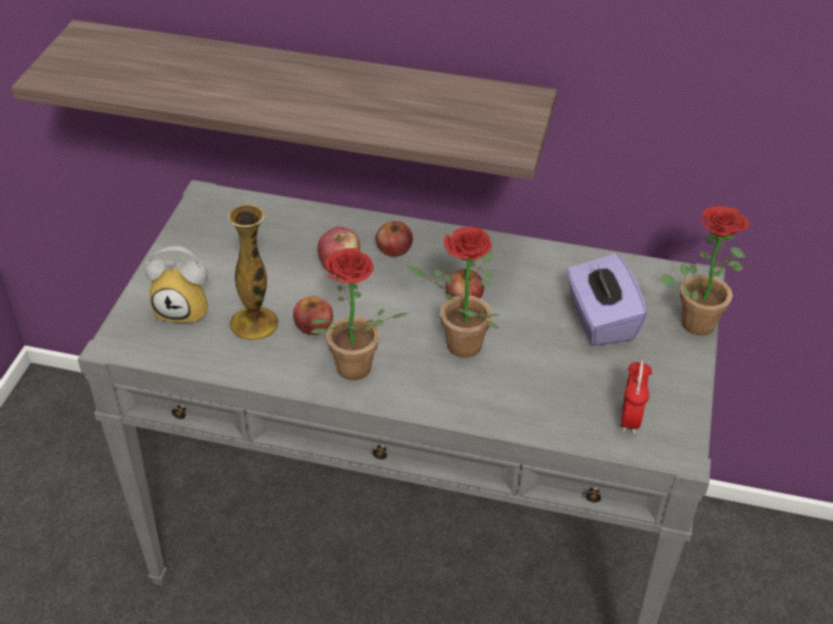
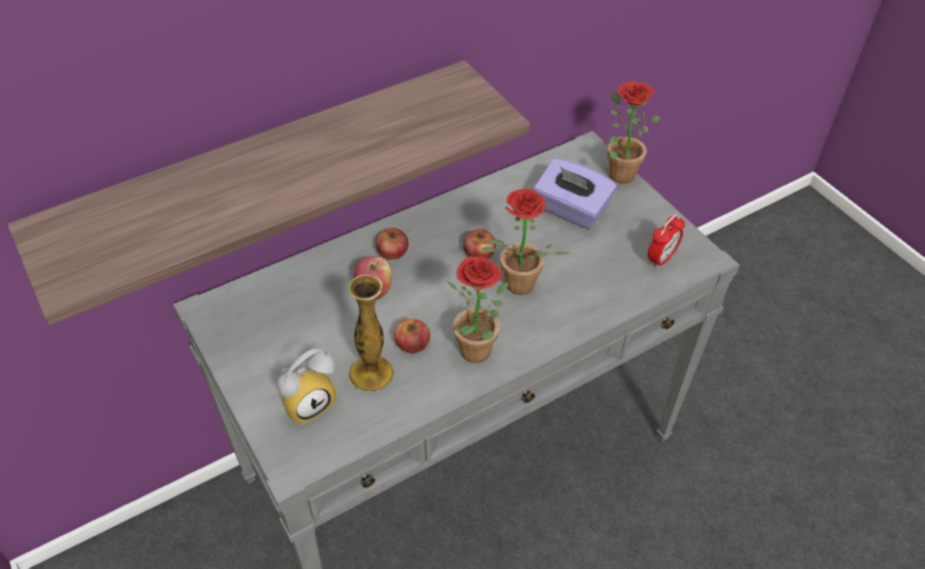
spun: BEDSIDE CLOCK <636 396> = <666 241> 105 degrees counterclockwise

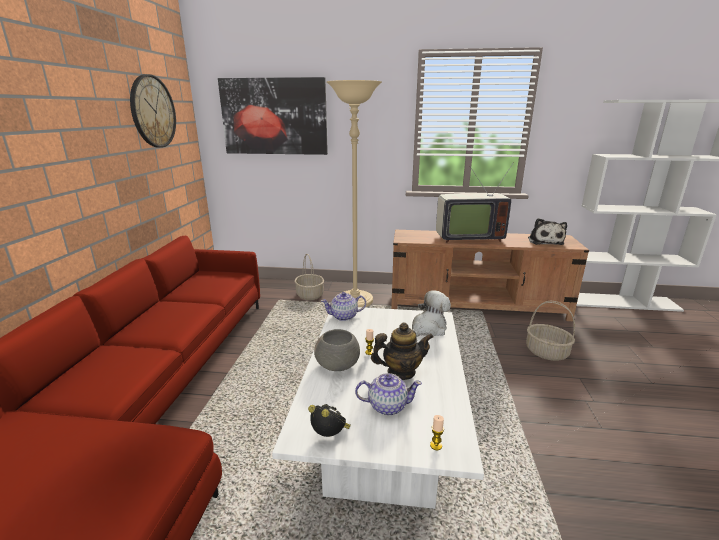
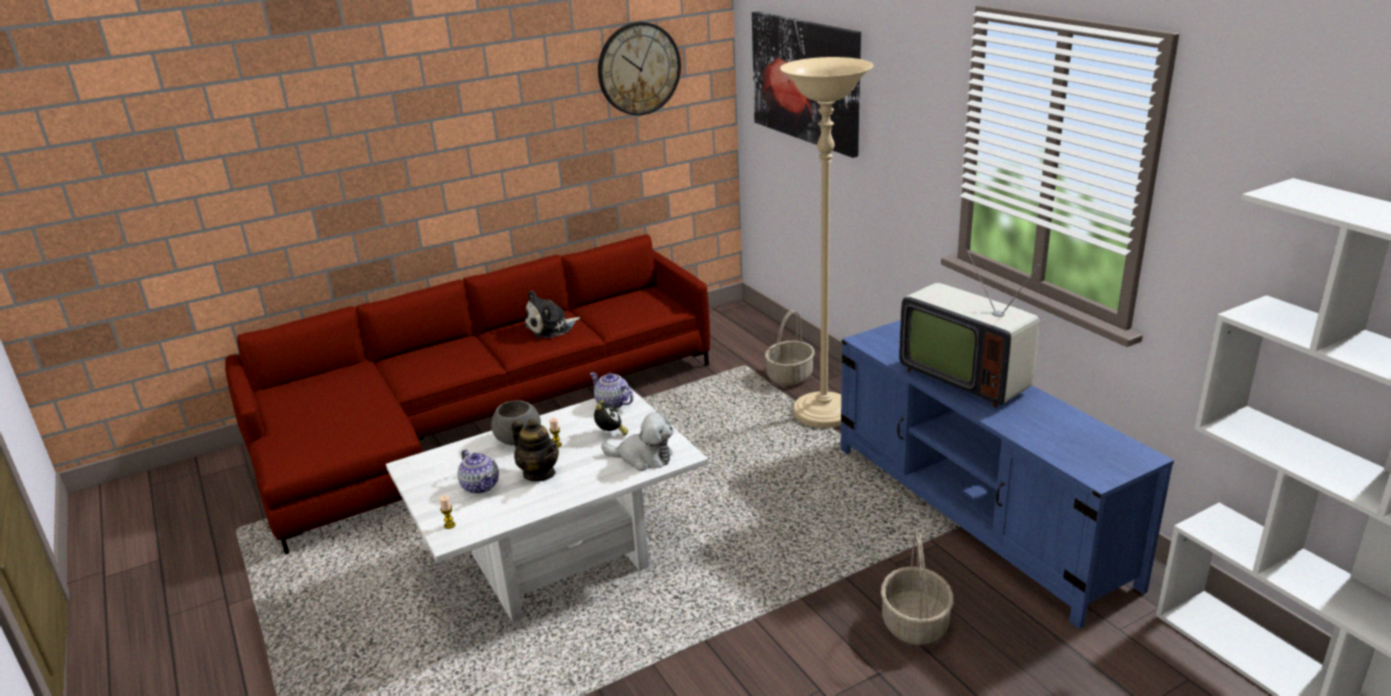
relocated: BEDSIDE CLOCK <329 420> to <611 418>; PLUSH TOY <547 231> to <552 314>
colour: BROWNISH TV STAND <490 275> to BLUISH TV STAND <1007 474>

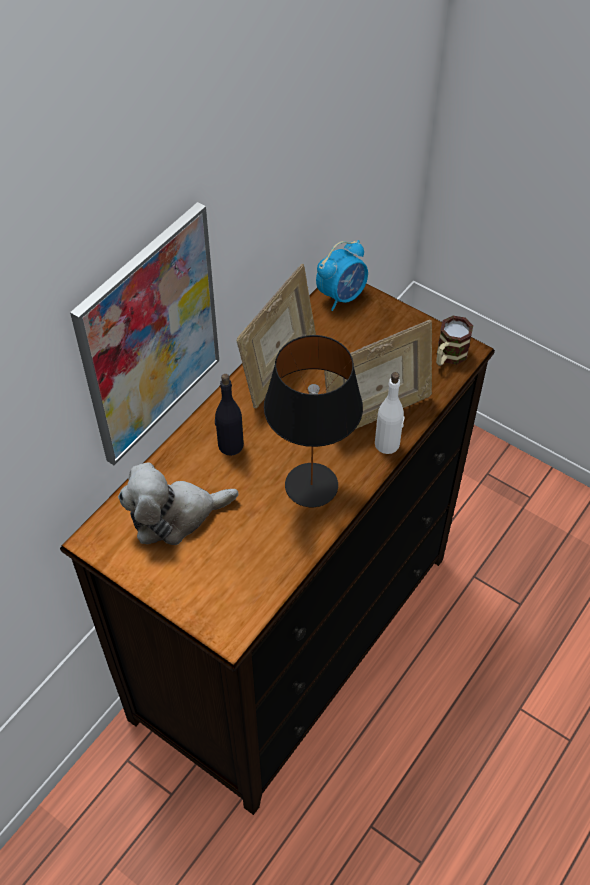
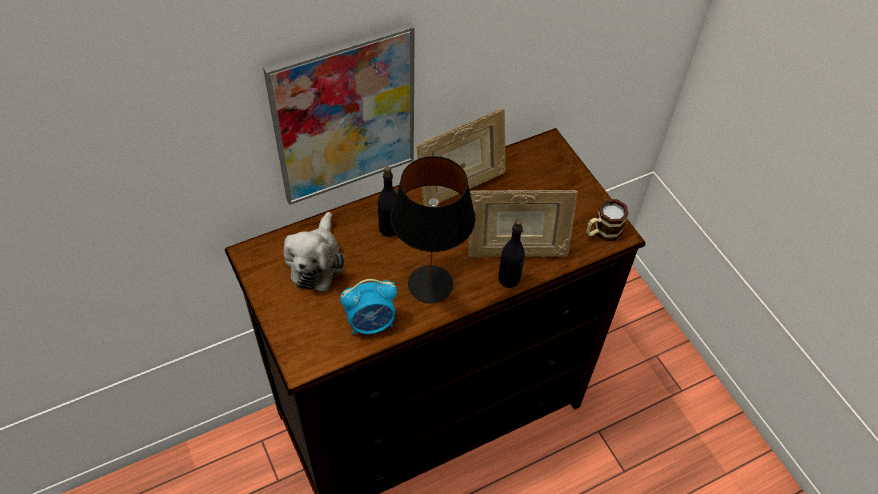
relocated: BEDSIDE CLOCK <342 275> to <368 307>
colour: WHITE BOTTLE <390 413> to BLACKISH BOTTLE <511 253>
spun: PLUSH TOY <178 503> = <314 251> 90 degrees counterclockwise

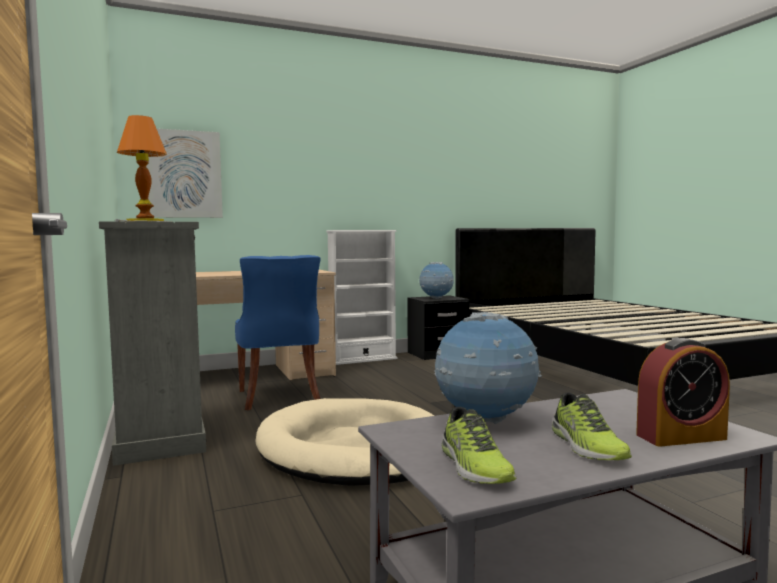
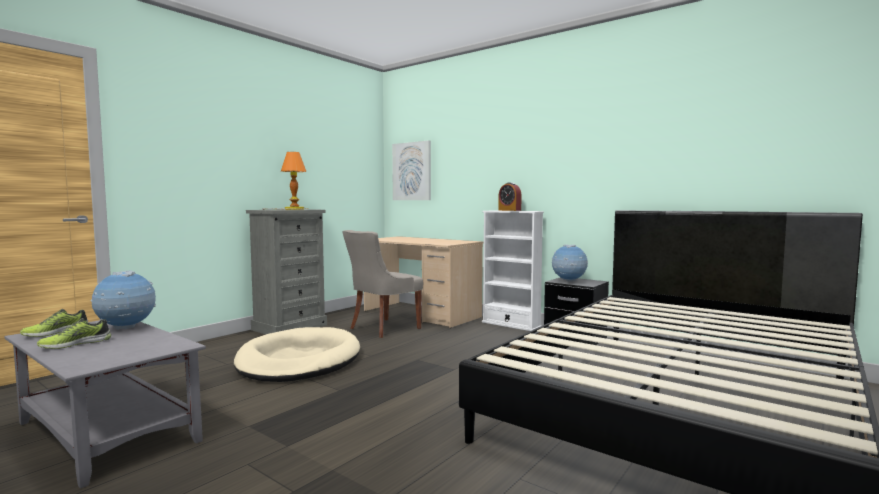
relocated: BEDSIDE CLOCK <683 392> to <509 196>
colour: BLUISH UPRIGHT CHAIR <277 332> to GRAY UPRIGHT CHAIR <382 284>

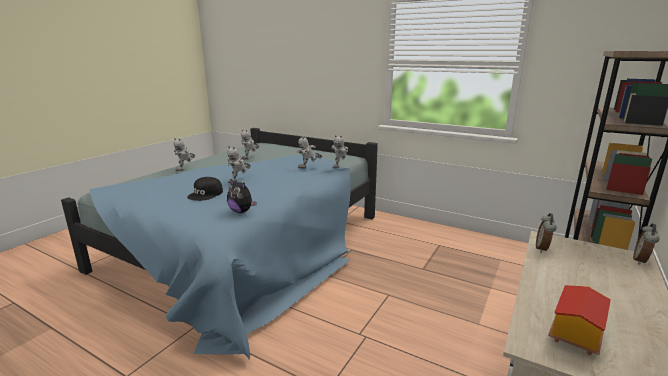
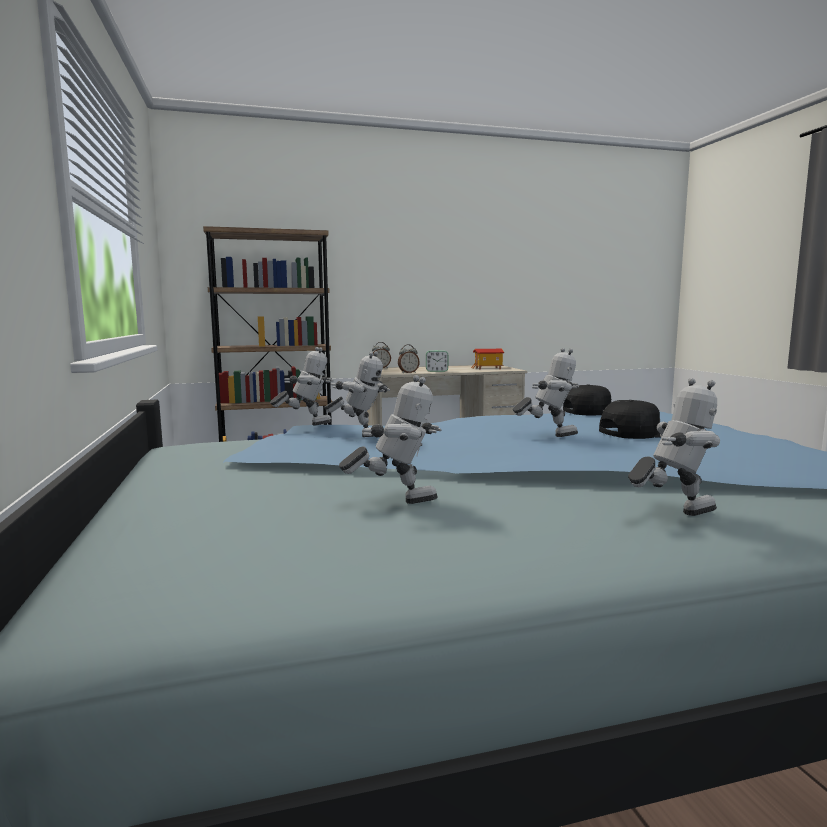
appeared: BEDSIDE CLOCK <437 361>
exchanged: PLUSH TOY <241 196> to BLACKISH BASEBALL CAP <587 399>

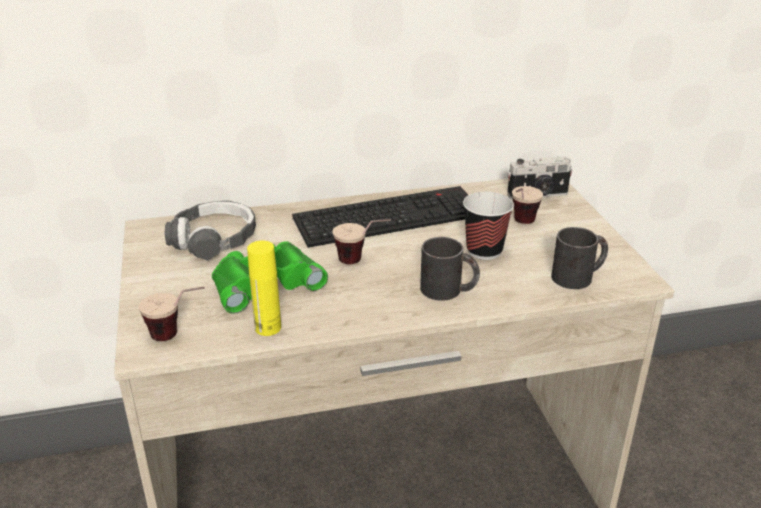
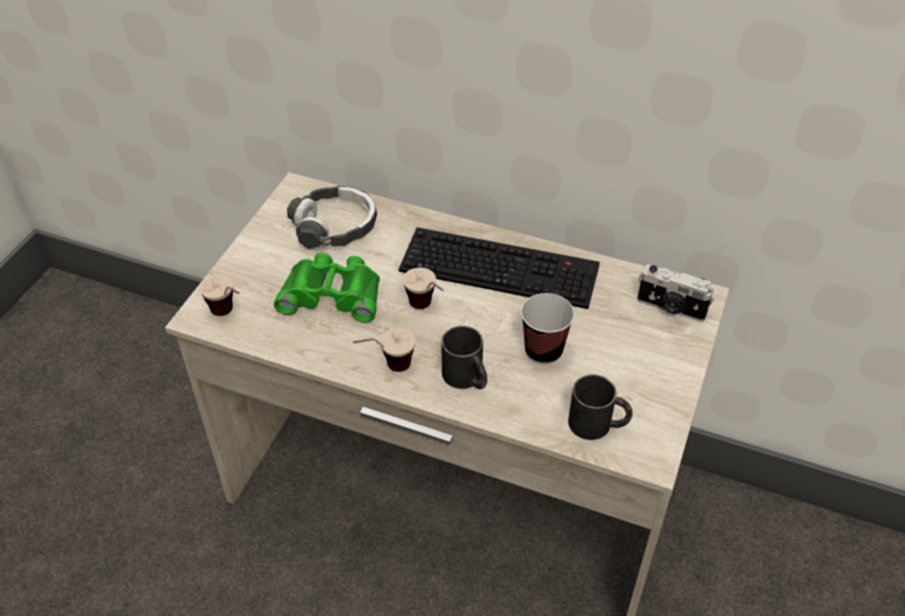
missing: YELLOW-COLOURED BOTTLE <264 288>
relocated: DRINKING CUP <527 205> to <384 350>

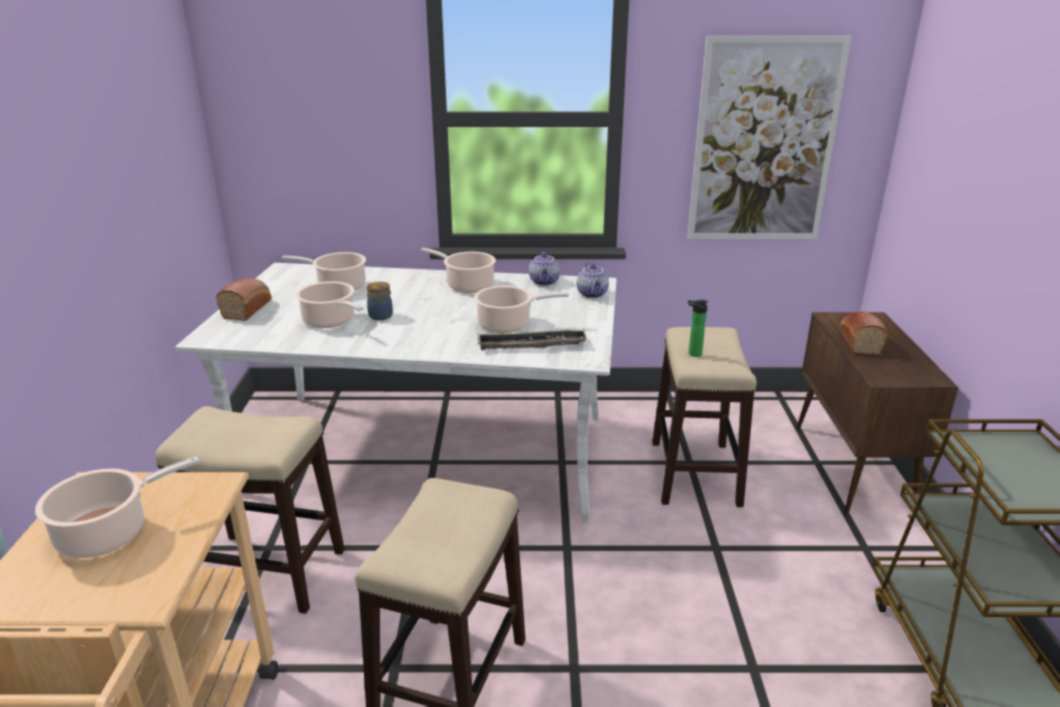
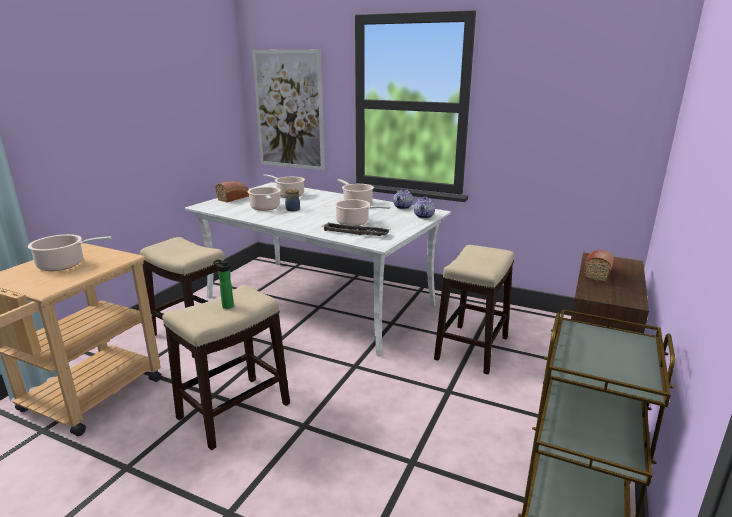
relocated: WALL ART <769 137> to <288 109>; BOTTLE <698 328> to <223 284>

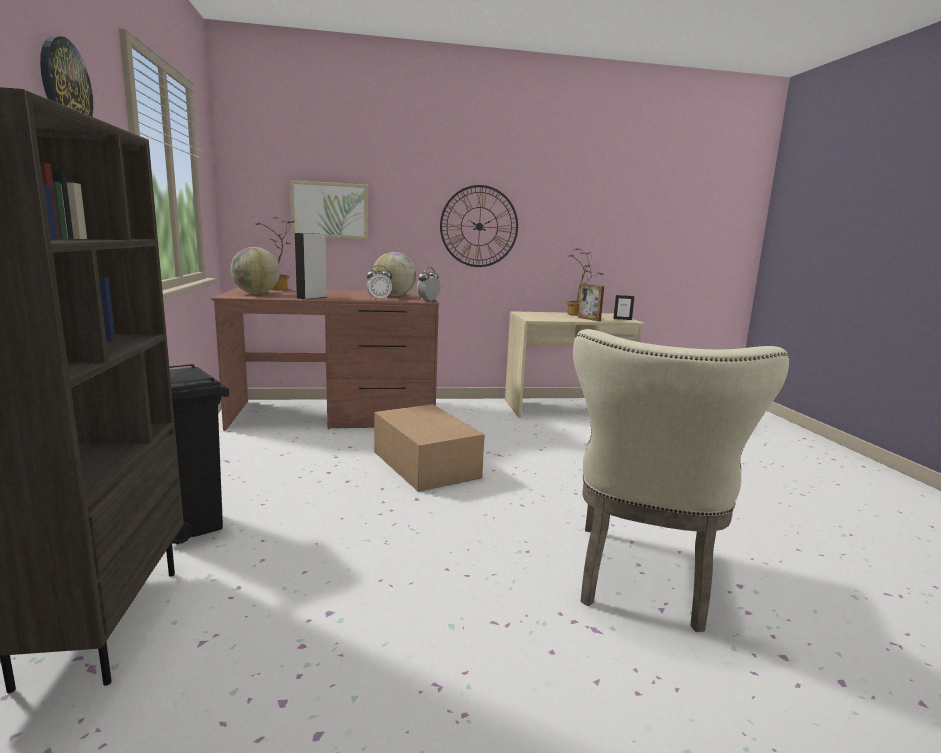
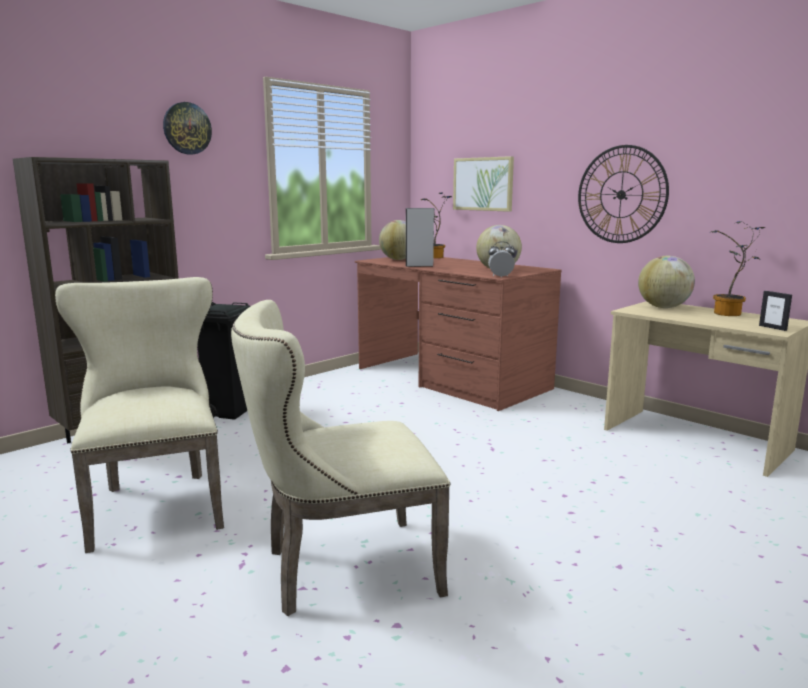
missing: BEDSIDE CLOCK <379 282>; CARDBOARD BOX <429 448>; STANDING FRAME <591 302>
appeared: BEIGE-COLOURED UPRIGHT CHAIR <139 415>; GLOBE <666 282>

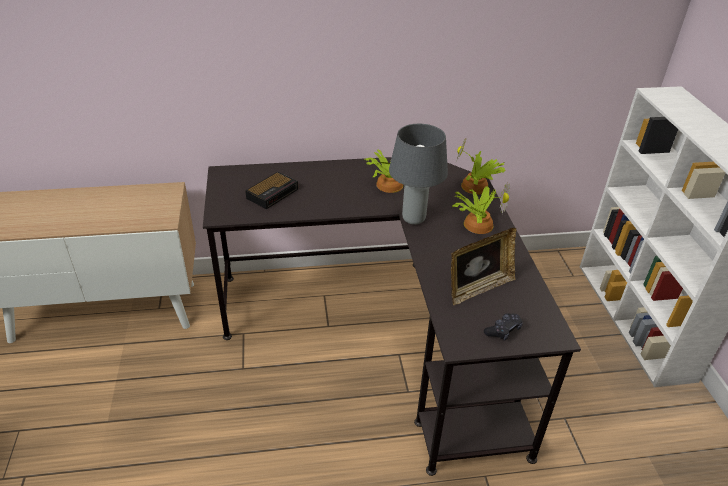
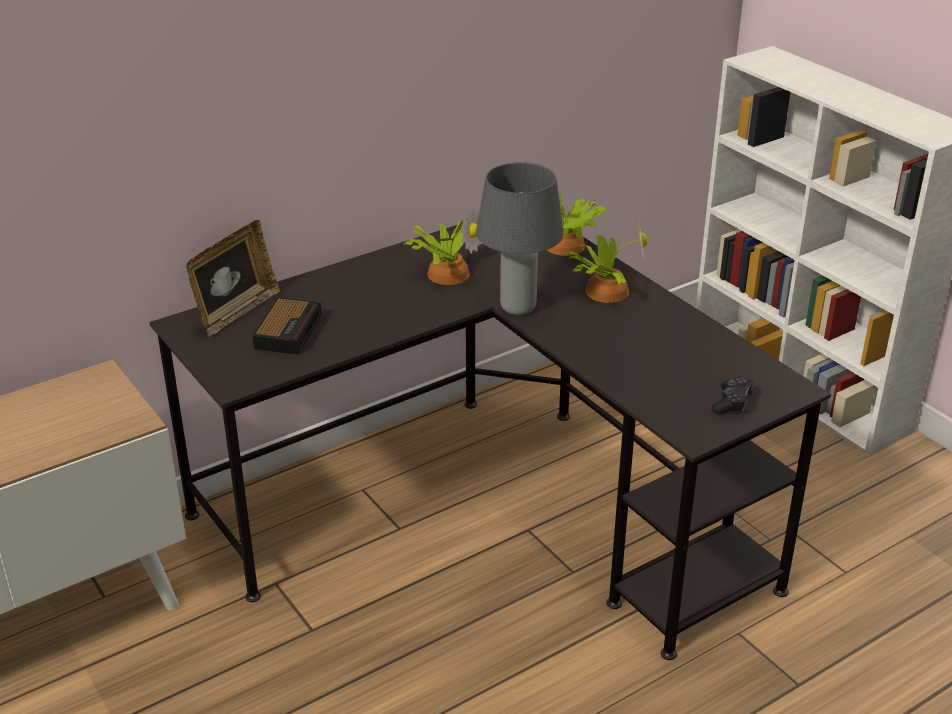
relocated: STANDING FRAME <483 266> to <233 278>

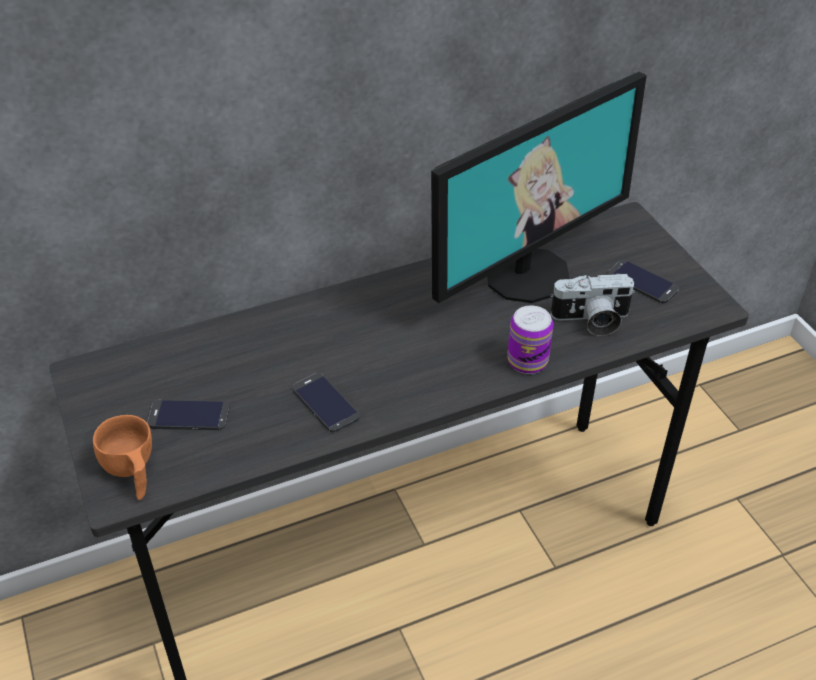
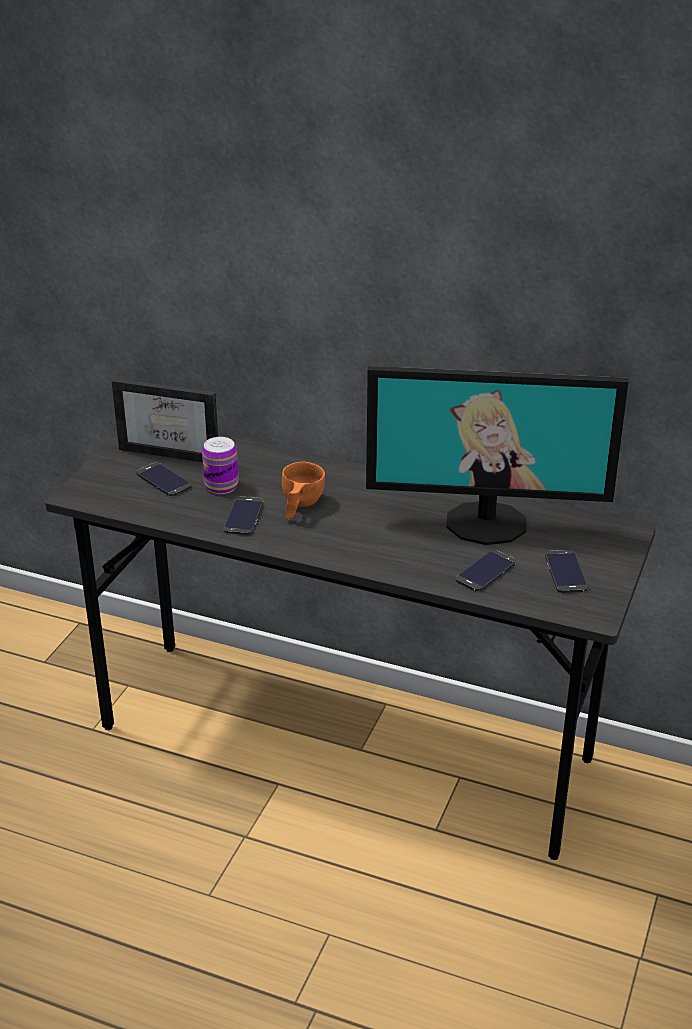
appeared: STANDING FRAME <165 420>
relocated: ORANGE DRINKING CUP <122 457> to <303 490>; METAL CAN <530 339> to <220 465>
exchanged: PHOTO CAMERA <592 304> to TELEPHONE <486 571>

